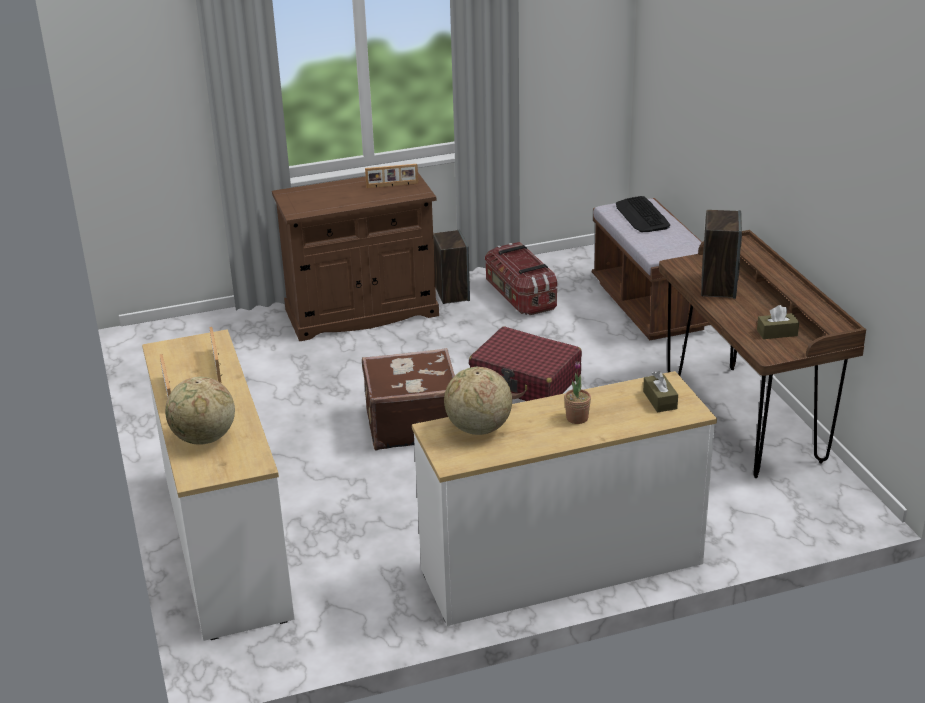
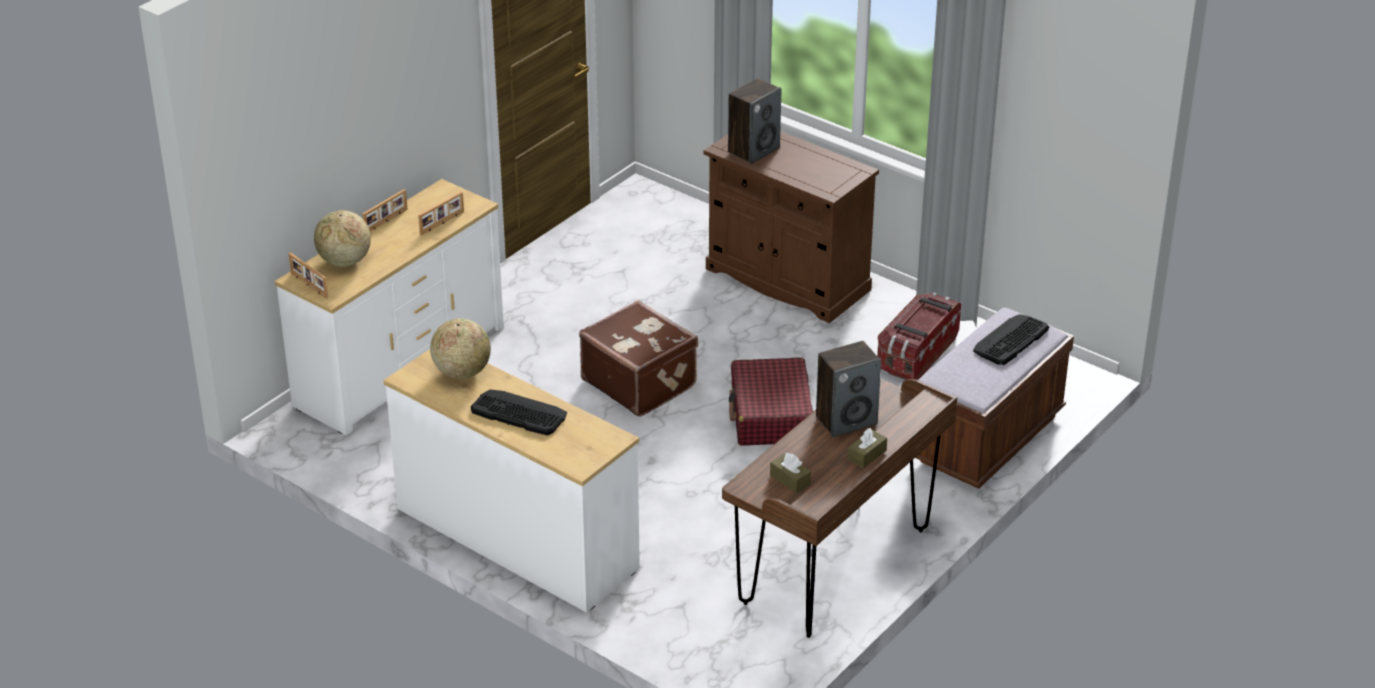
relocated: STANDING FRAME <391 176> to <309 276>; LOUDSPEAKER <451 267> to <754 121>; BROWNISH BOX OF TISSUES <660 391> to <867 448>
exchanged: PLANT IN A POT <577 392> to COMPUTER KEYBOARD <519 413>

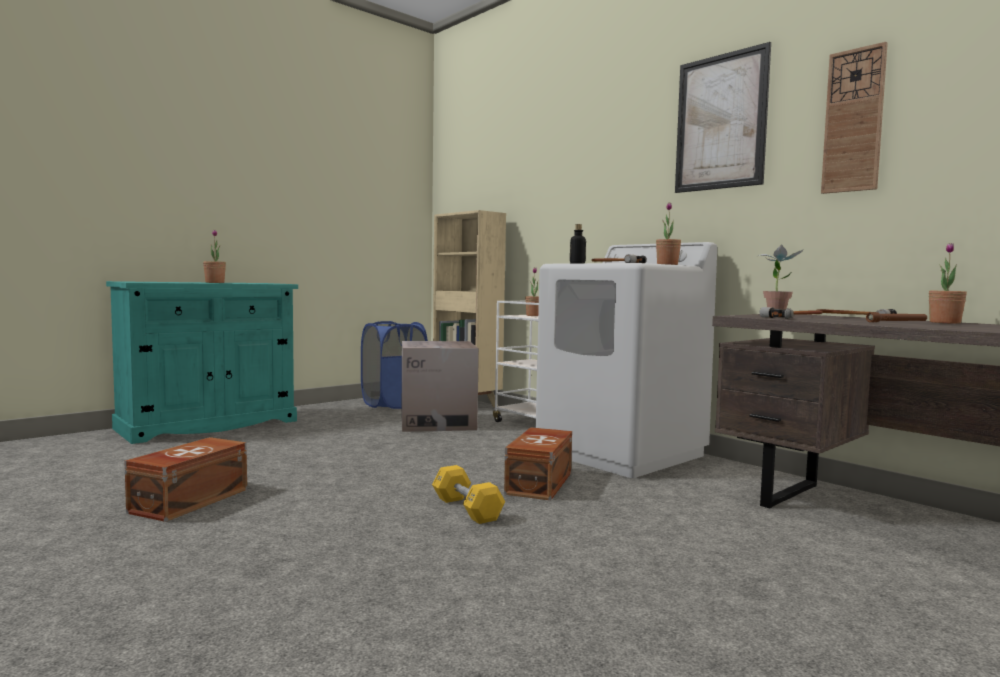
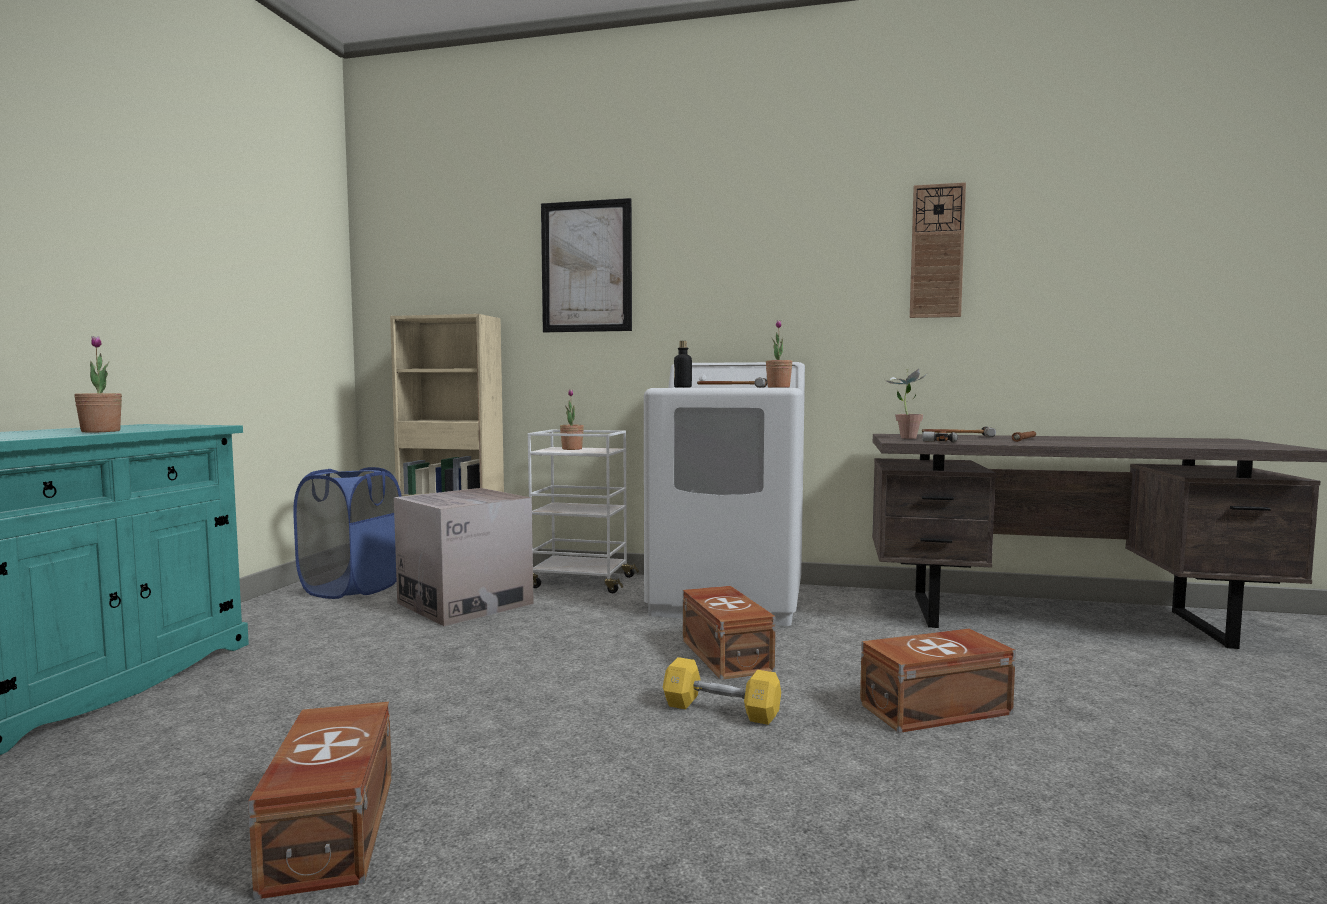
missing: PLANT IN A POT <948 283>
appeared: BROWNISH STORAGE BIN <938 681>
relocated: WALL ART <723 117> to <586 265>

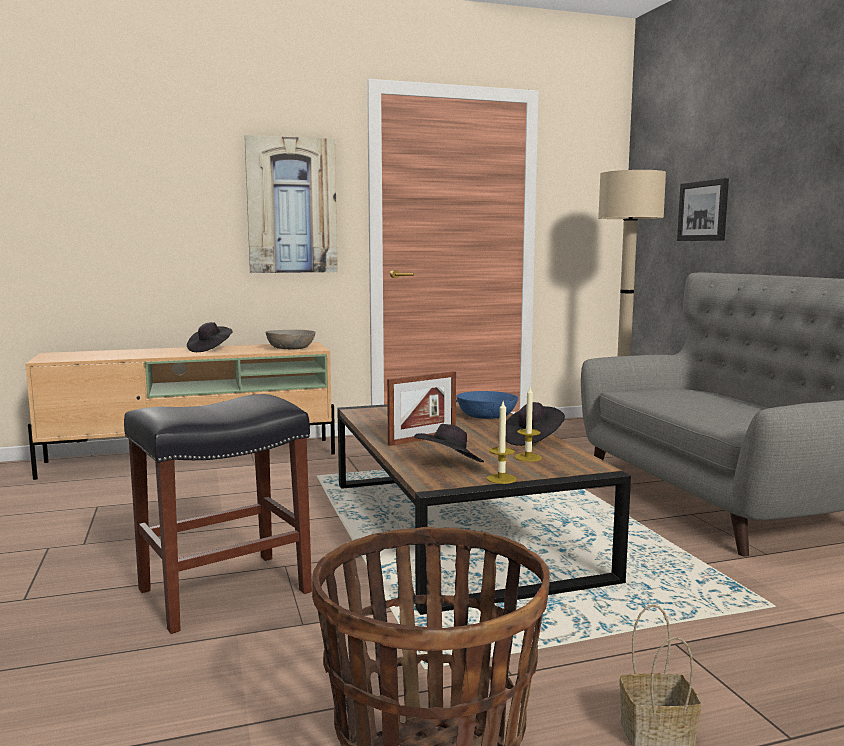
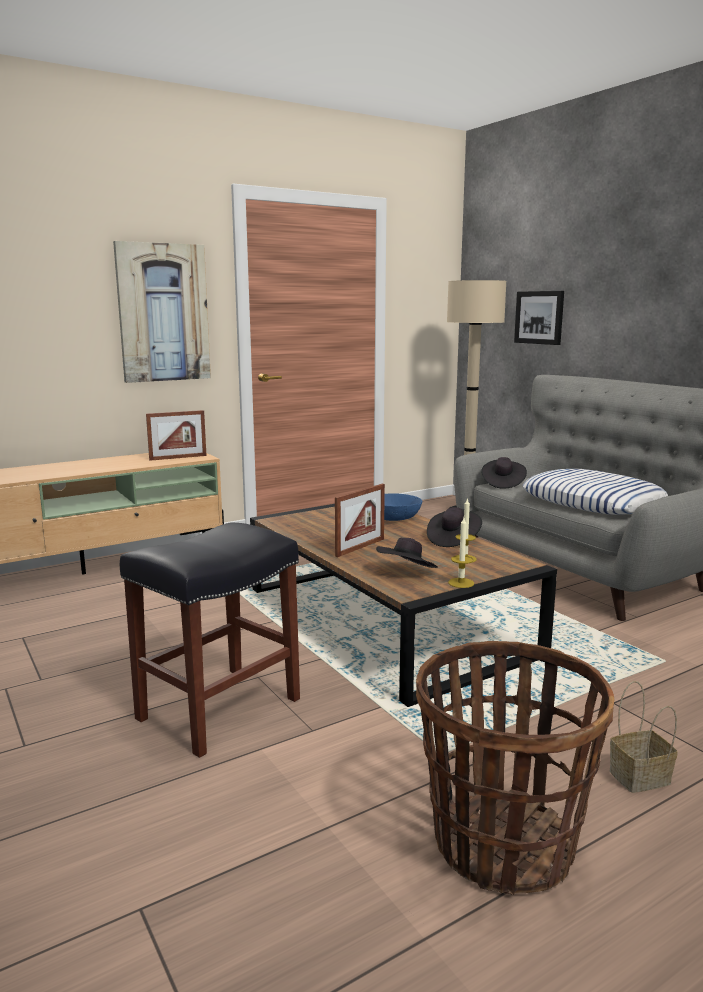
appeared: CUSHION <595 492>
relocated: BLACKISH CLOTHING HAT <210 337> to <504 473>
exchanged: GRAY BOWL <290 339> to STANDING FRAME <176 435>

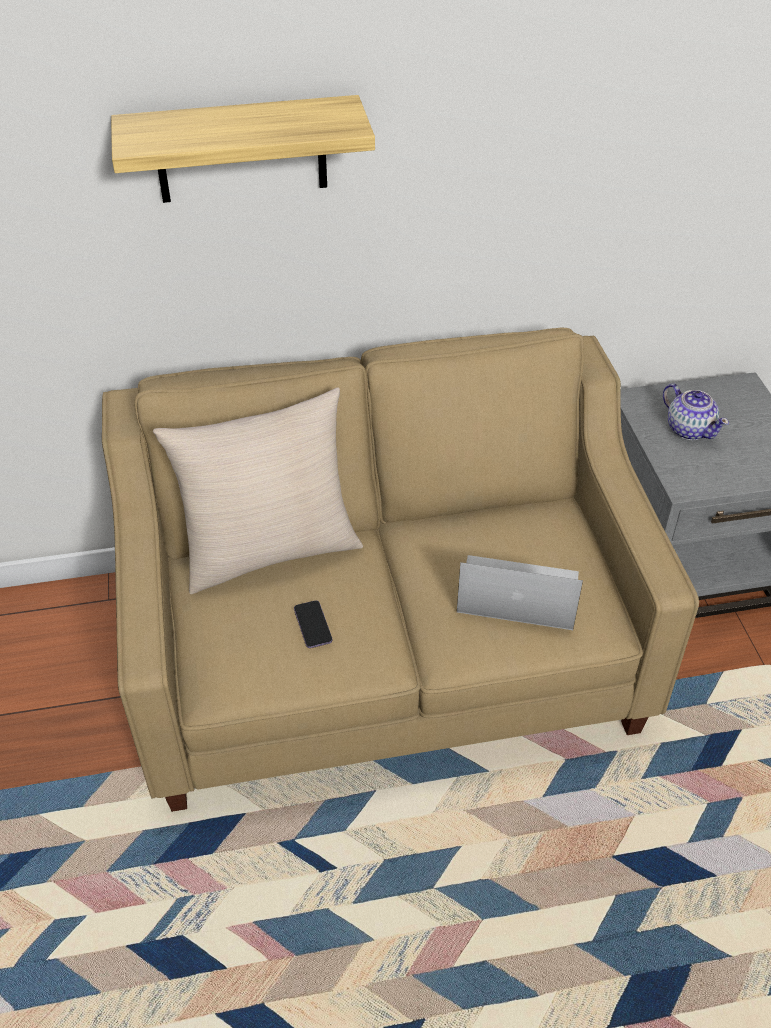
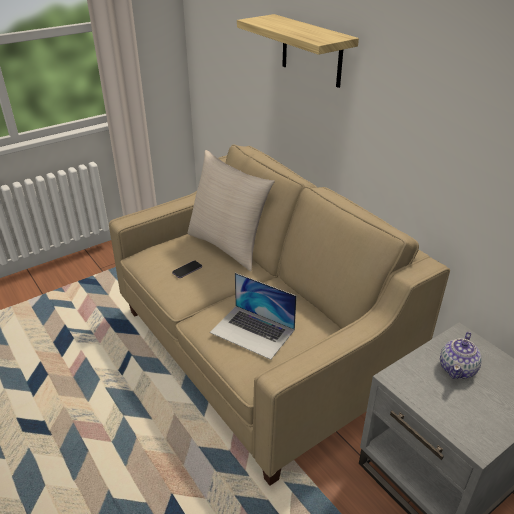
spun: NOTEBOOK COMPUTER <520 592> = <253 316> 135 degrees clockwise

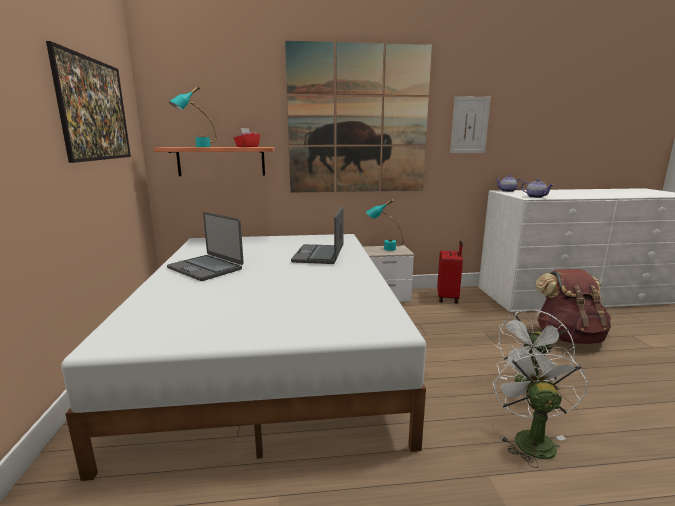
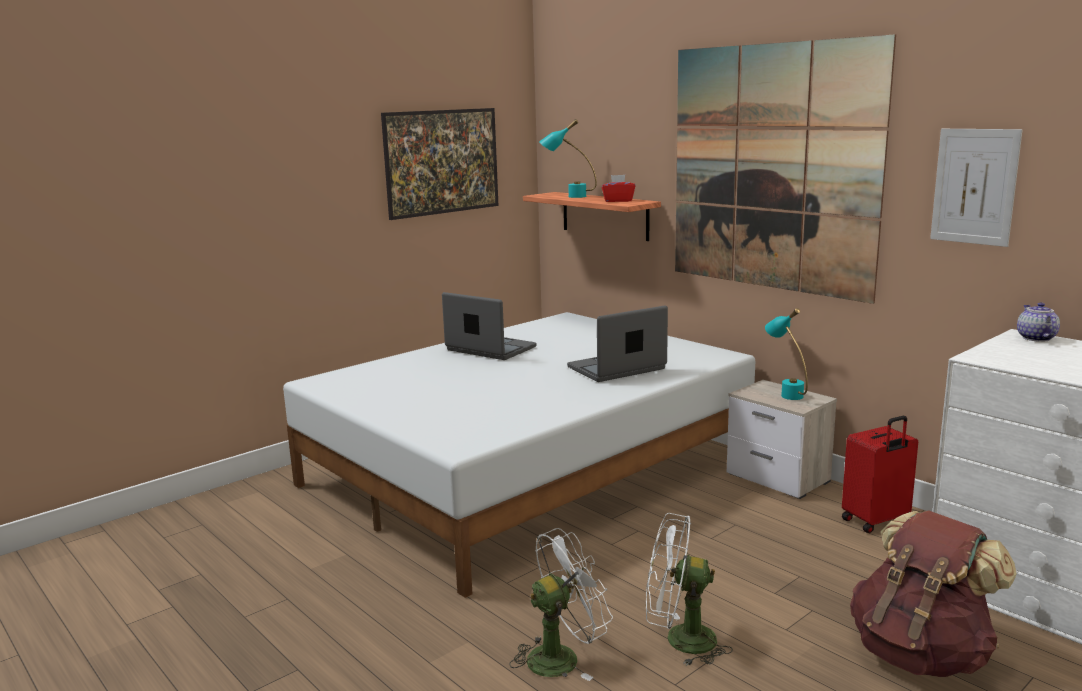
missing: TEA POT <537 188>
spun: NOTEBOOK COMPUTER <205 246> = <489 326> 120 degrees clockwise

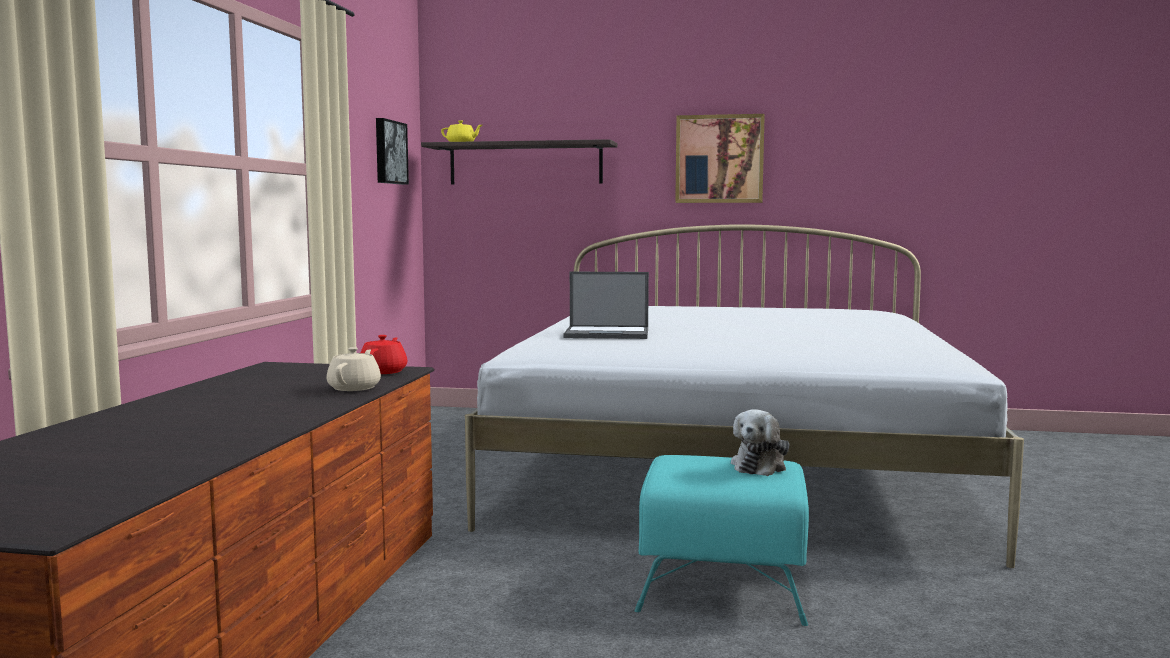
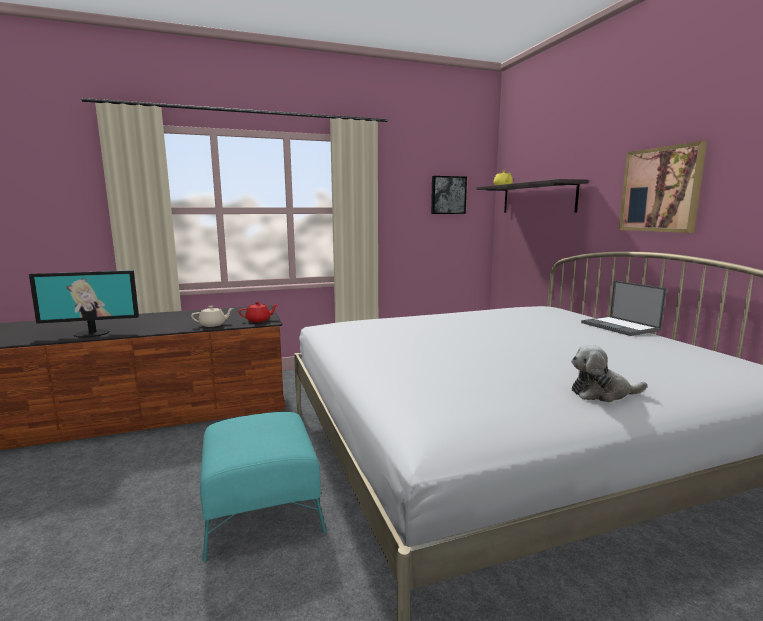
appeared: MONITOR <84 304>
relocated: NOTEBOOK COMPUTER <606 305> to <624 308>; PLUSH TOY <760 442> to <609 373>

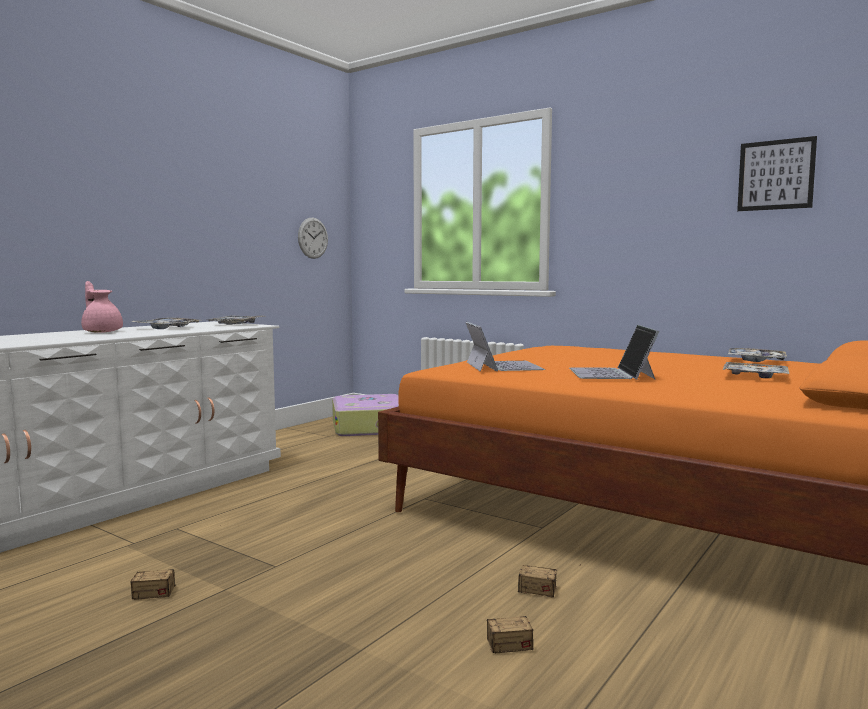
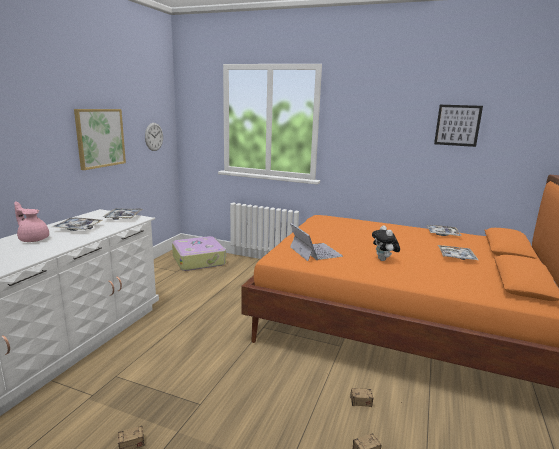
appeared: WALL ART <100 139>
exchanged: NOTEBOOK COMPUTER <614 352> to PLUSH TOY <386 243>

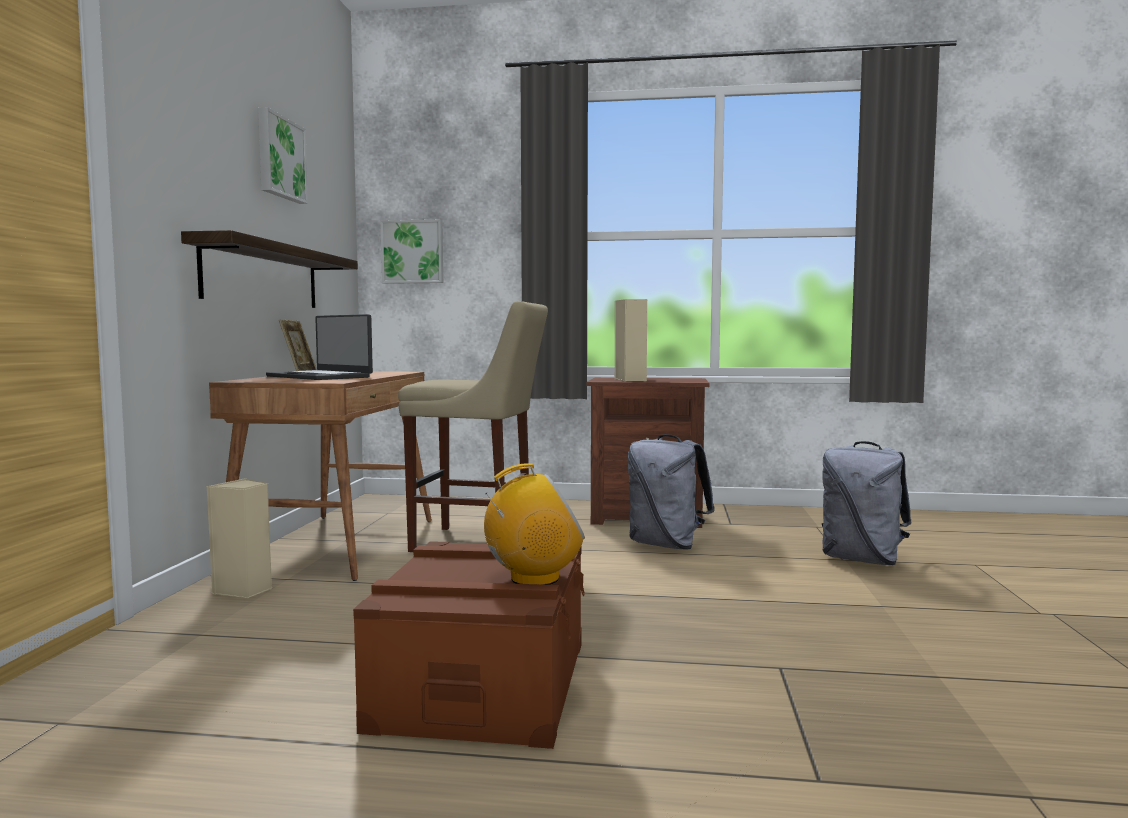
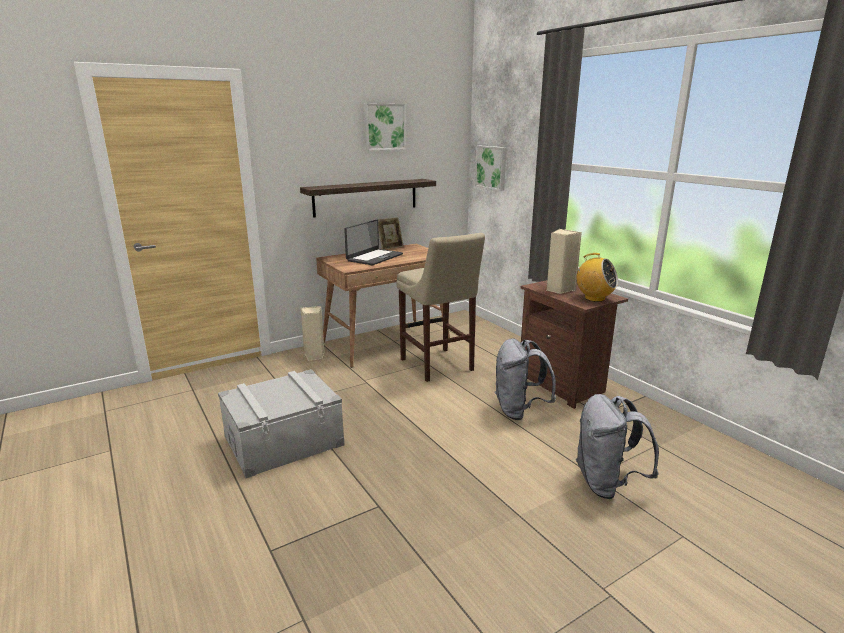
relocated: RADIO RECEIVER <534 524> to <596 277>
colour: BROWNISH STORAGE BIN <469 645> to GRAY STORAGE BIN <281 423>
spun: NOTEBOOK COMPUTER <319 347> = <373 243> 150 degrees counterclockwise

